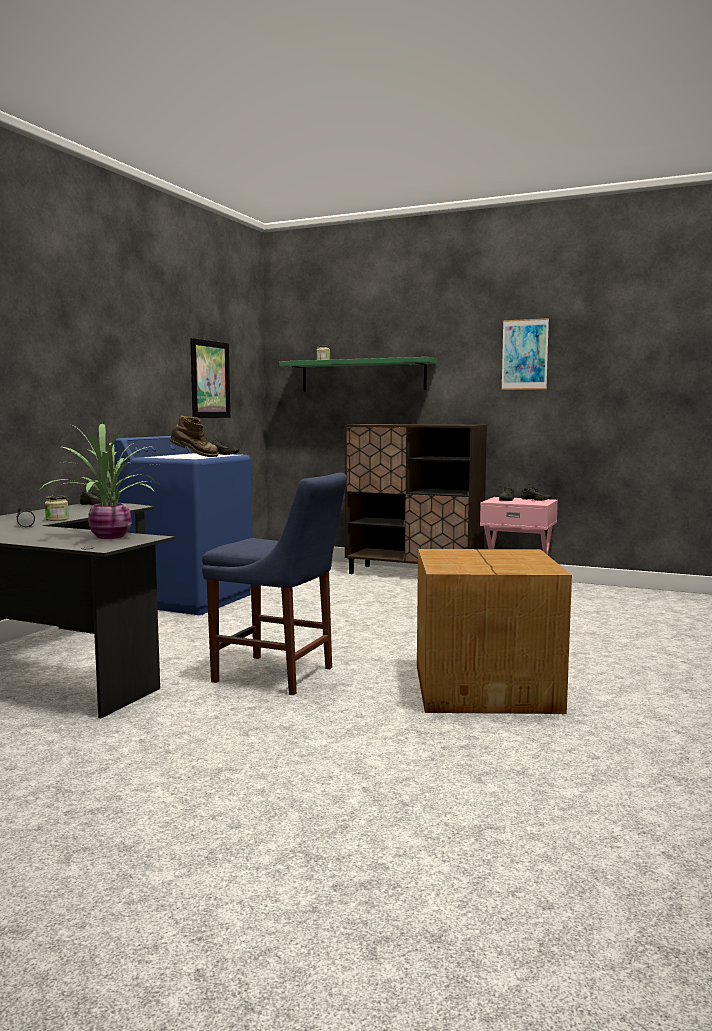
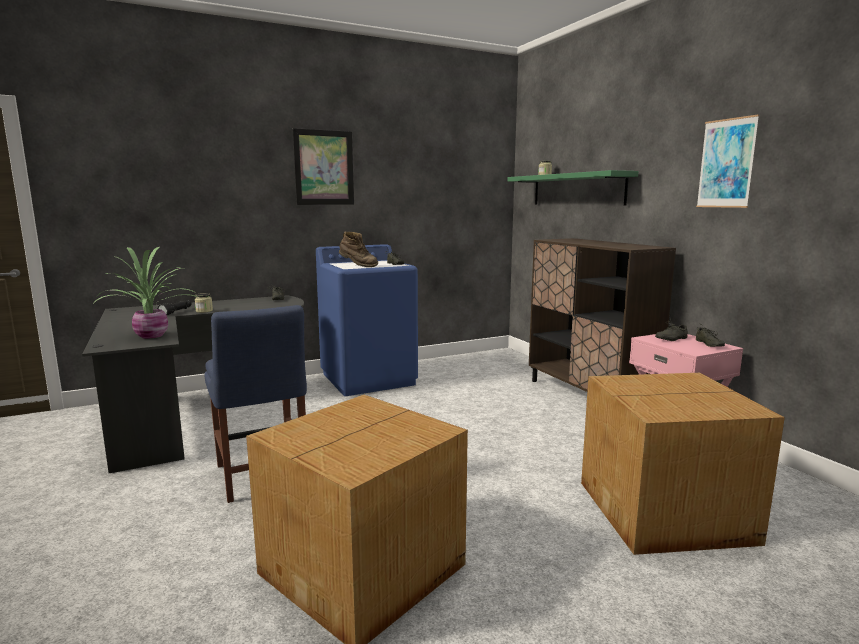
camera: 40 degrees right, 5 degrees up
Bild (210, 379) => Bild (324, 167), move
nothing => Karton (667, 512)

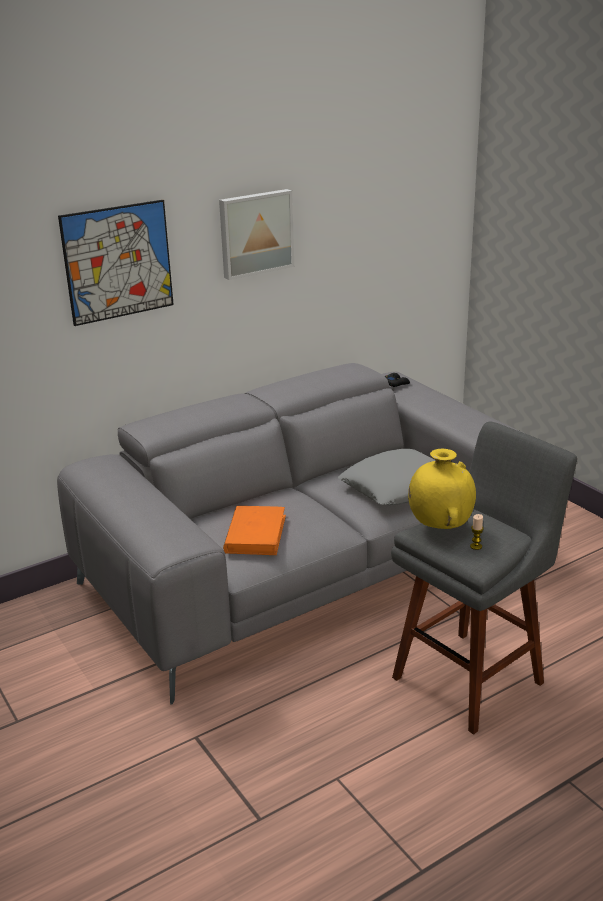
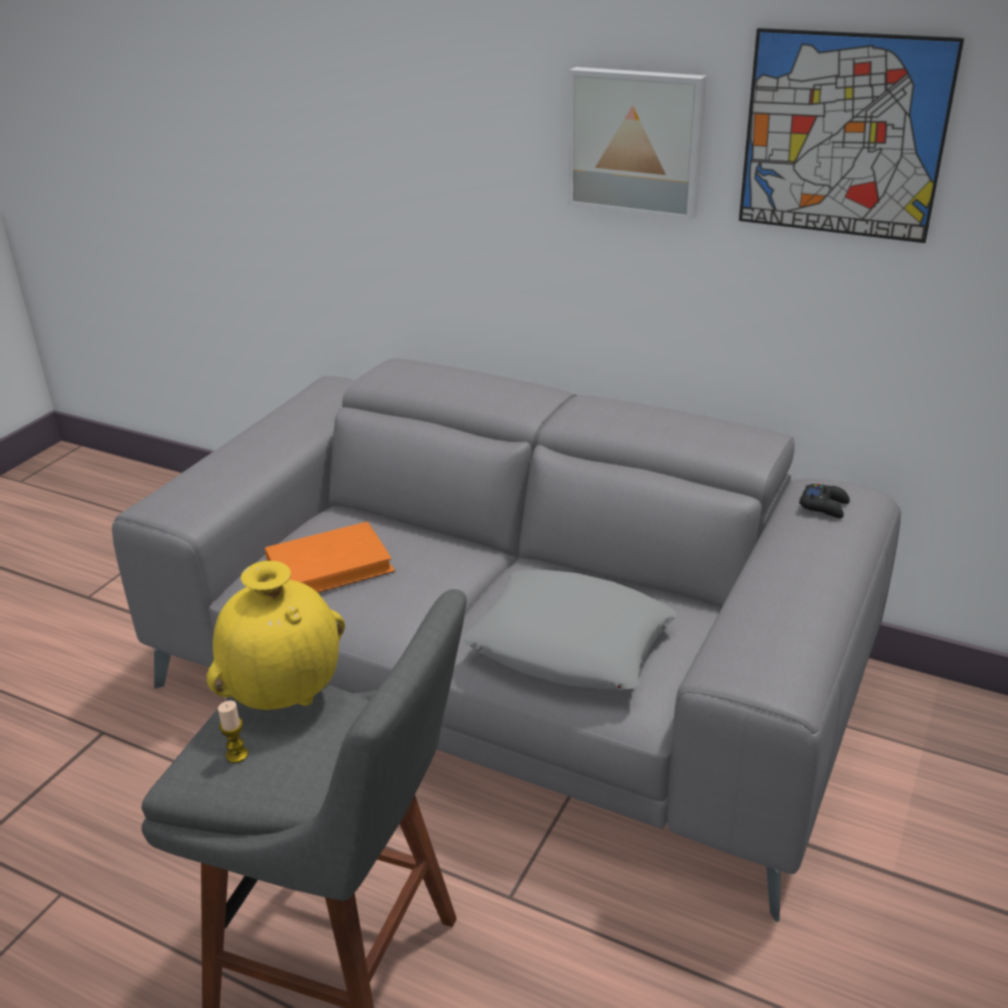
camera: 60 degrees right, 5 degrees up
Bild (118, 262) => Bild (843, 136), move

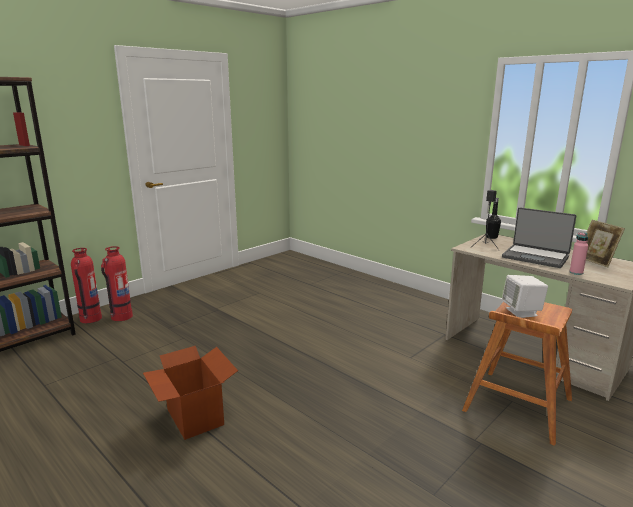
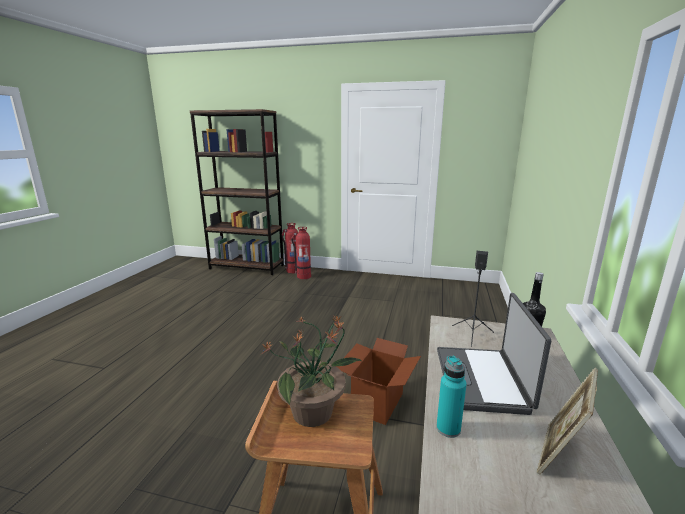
camera: 60 degrees right, 0 degrees up
Flasche/rosa (576, 272) => Flasche/türkis (448, 429)
Lautsprecher/weiß (522, 312) => Topfpflanze (314, 412)
Karton (194, 417) => Karton (376, 402), move

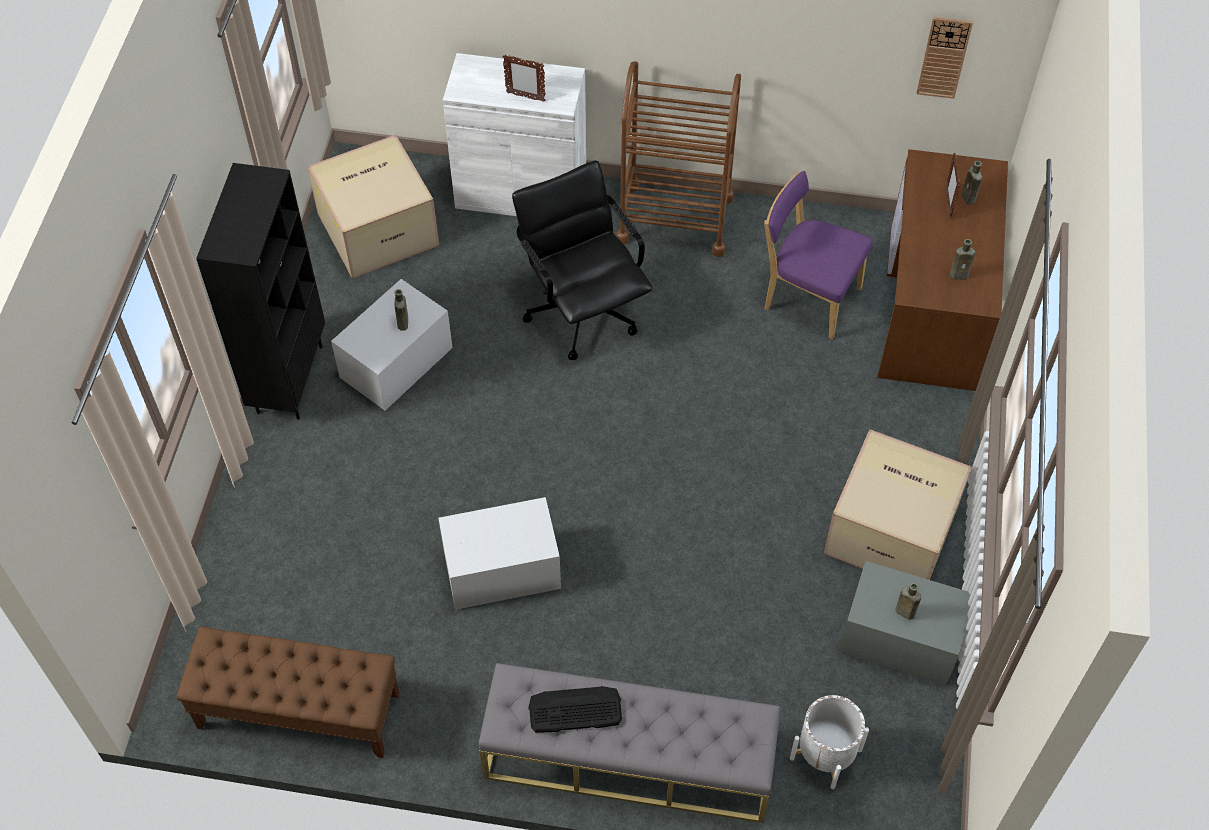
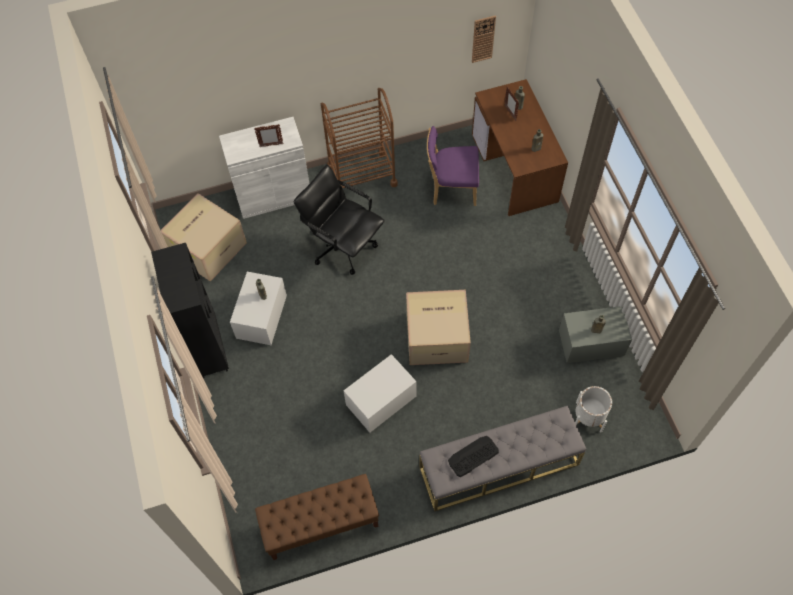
camera: 25 degrees left, 5 degrees up
Karton (893, 529) => Karton (437, 336), move

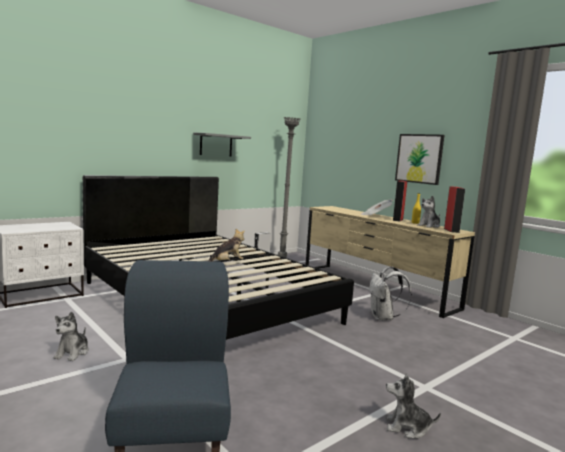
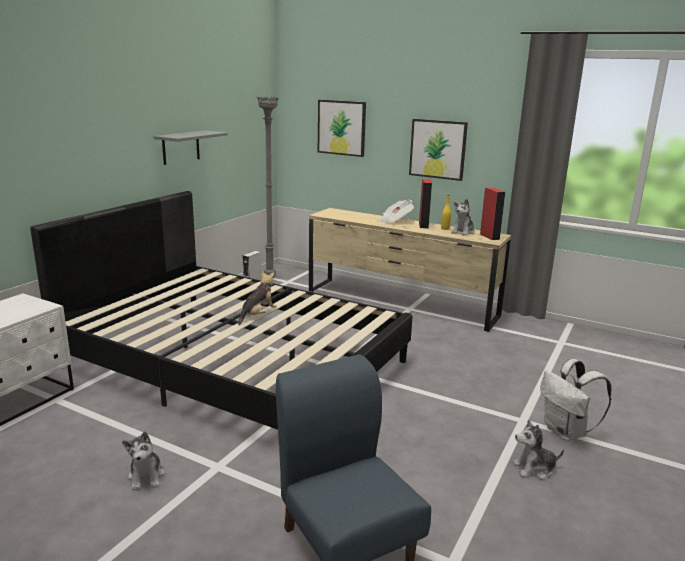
camera: 20 degrees left, 10 degrees up
Rucksack/weiß (383, 318) => Rucksack/weiß (566, 432), move
nothing => Bild (341, 127)

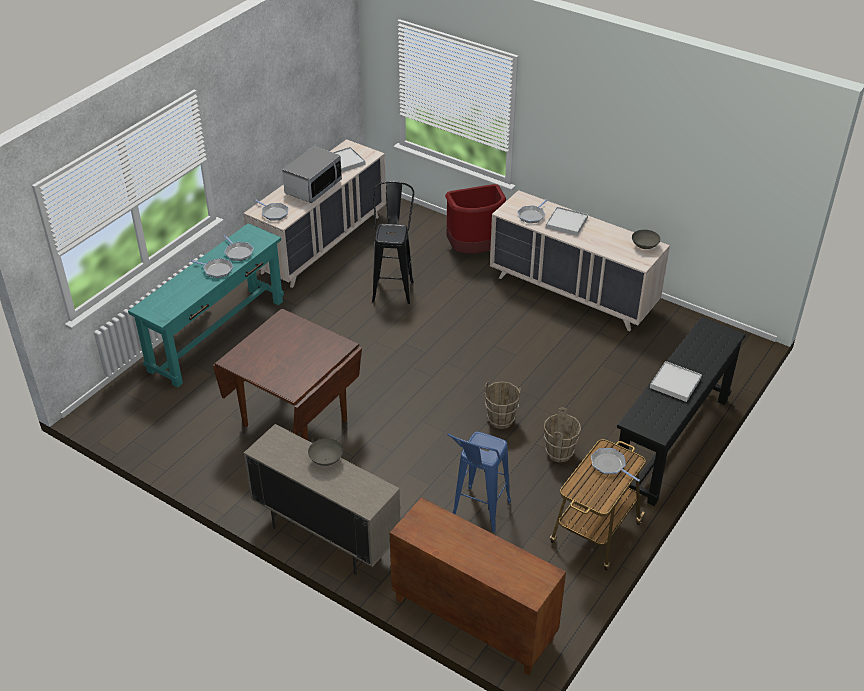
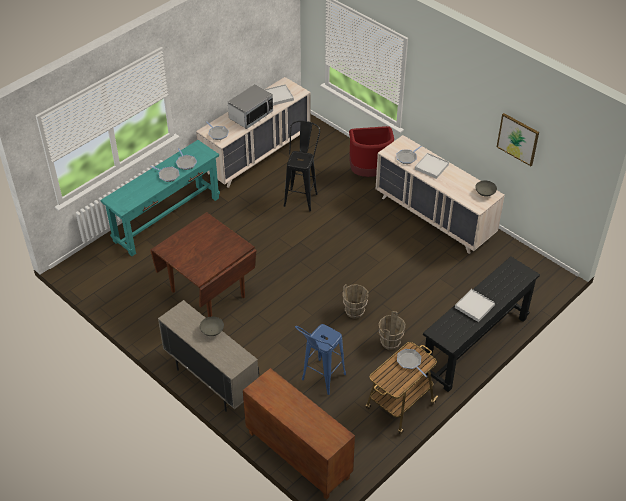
camera: 10 degrees right, 5 degrees up
nothing => Bild (518, 139)

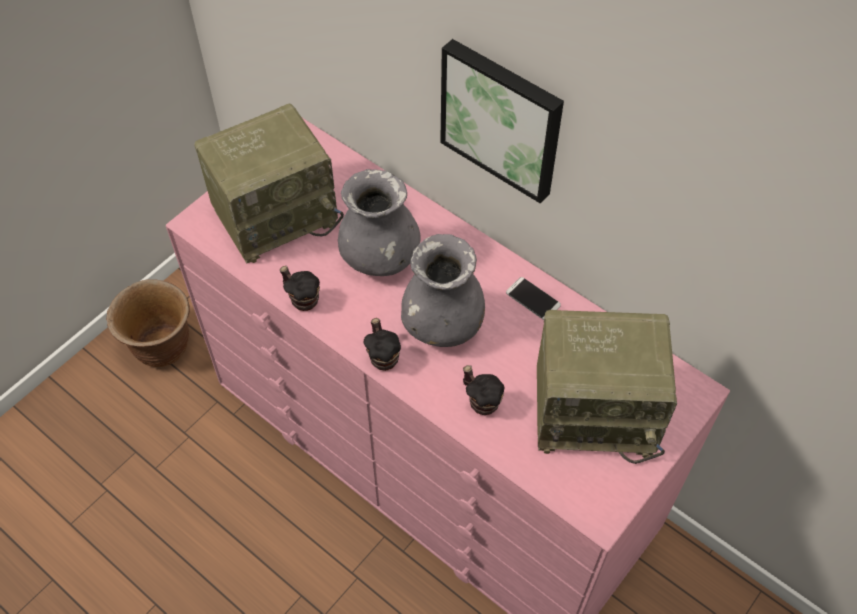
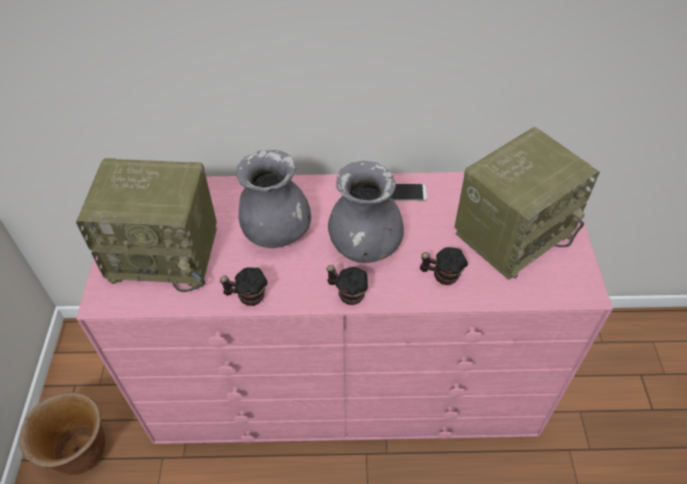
camera: 40 degrees left, 5 degrees down
Bild (502, 118) => nothing
Radio (276, 214) => Radio (166, 253), 75 degrees clockwise

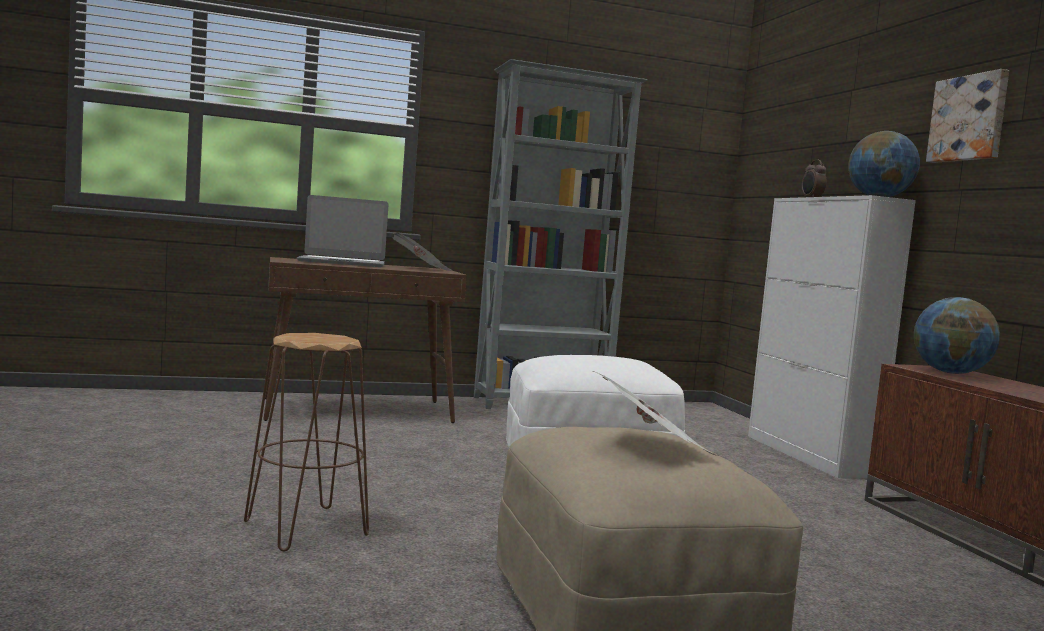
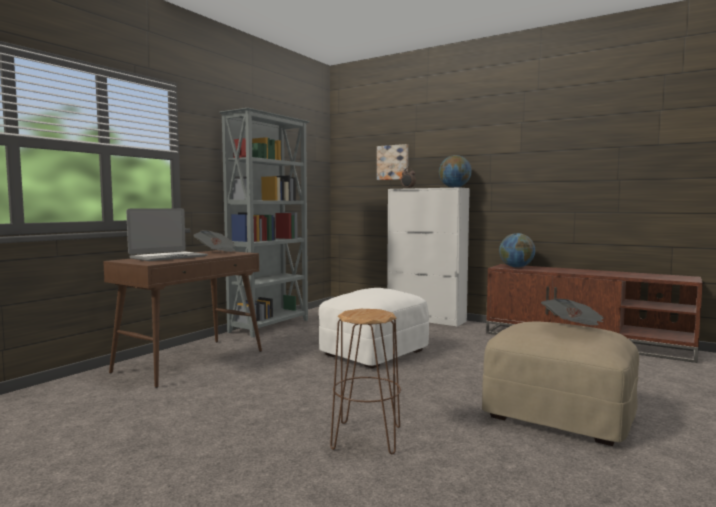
camera: 40 degrees left, 0 degrees up
Bild (969, 118) => Bild (393, 162), move

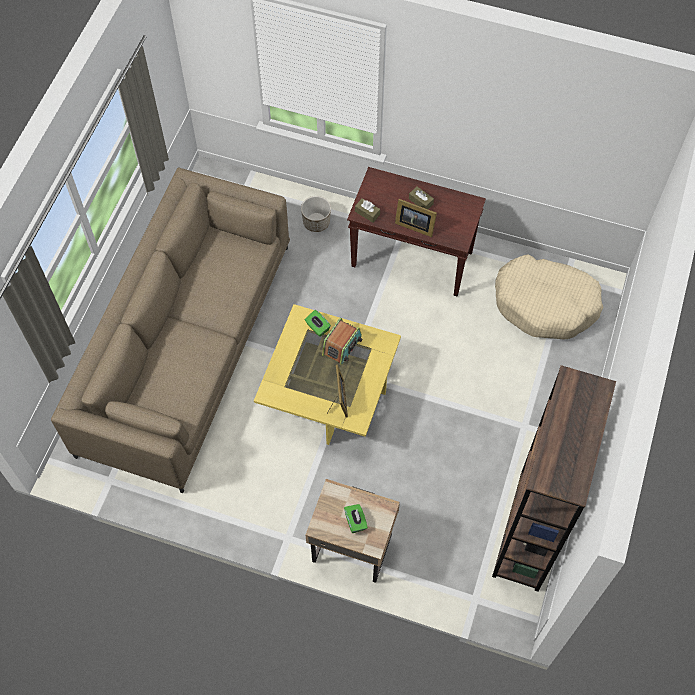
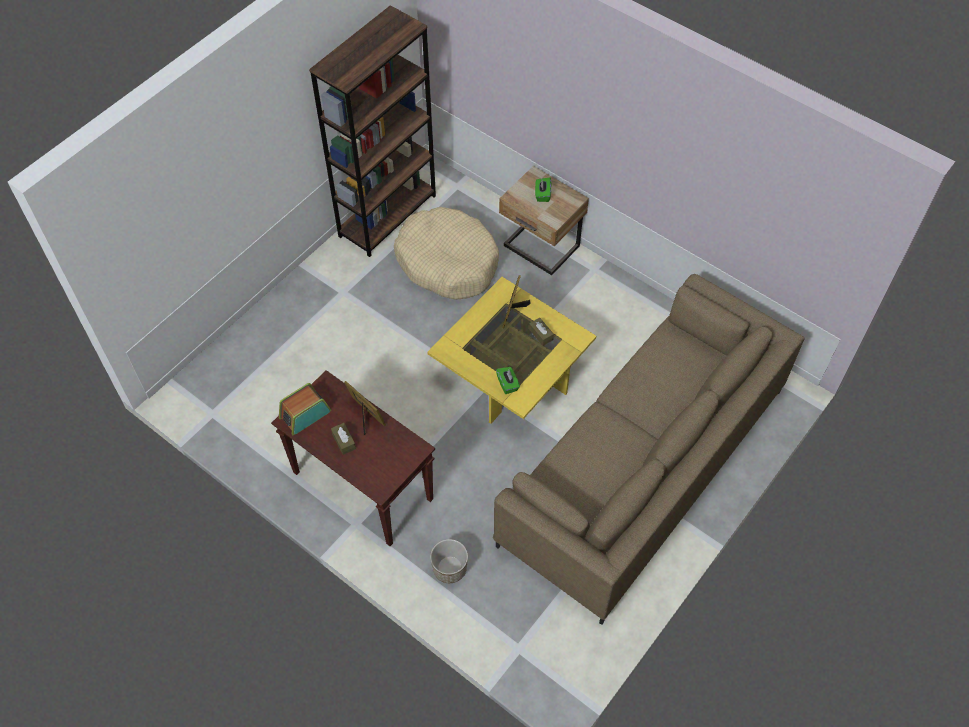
camera: 160 degrees left, 5 degrees down
Taschentuchbox/braun (367, 213) => Taschentuchbox/braun (541, 334), move
Hundebett/beige (545, 304) => Hundebett/beige (447, 262), move
Radio (342, 346) => Radio (305, 414), move

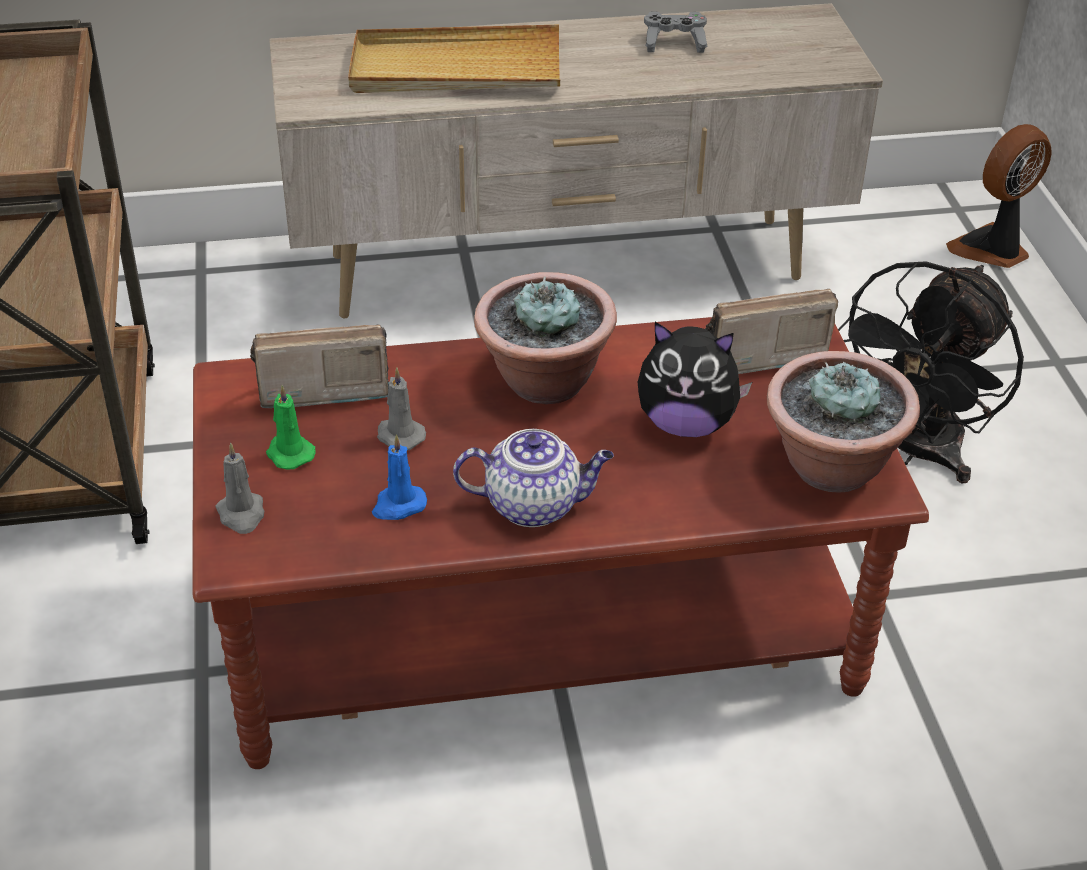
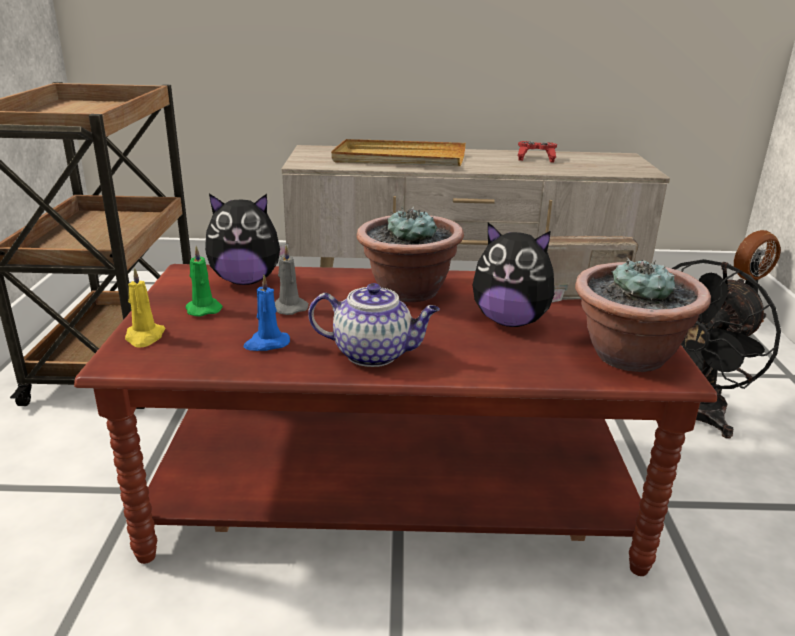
camera: 10 degrees right, 15 degrees down
Gamepad/grau (674, 43) => Gamepad/rot (536, 159)
Radio (320, 388) => Plüschtier (246, 280)
Kerze/grau (241, 515) => Kerze/gelb (144, 337)

